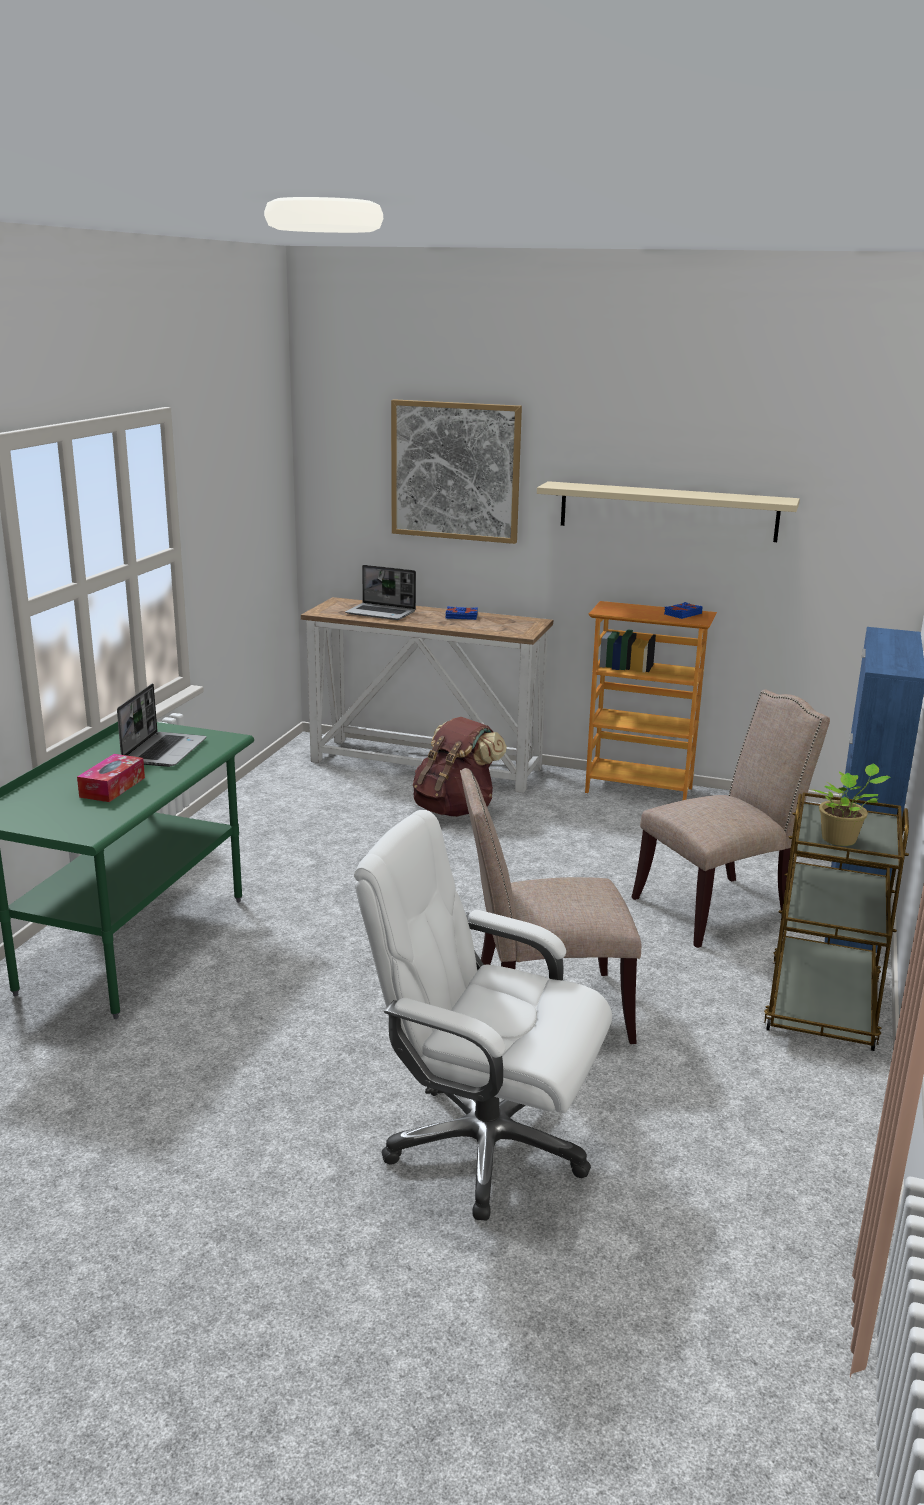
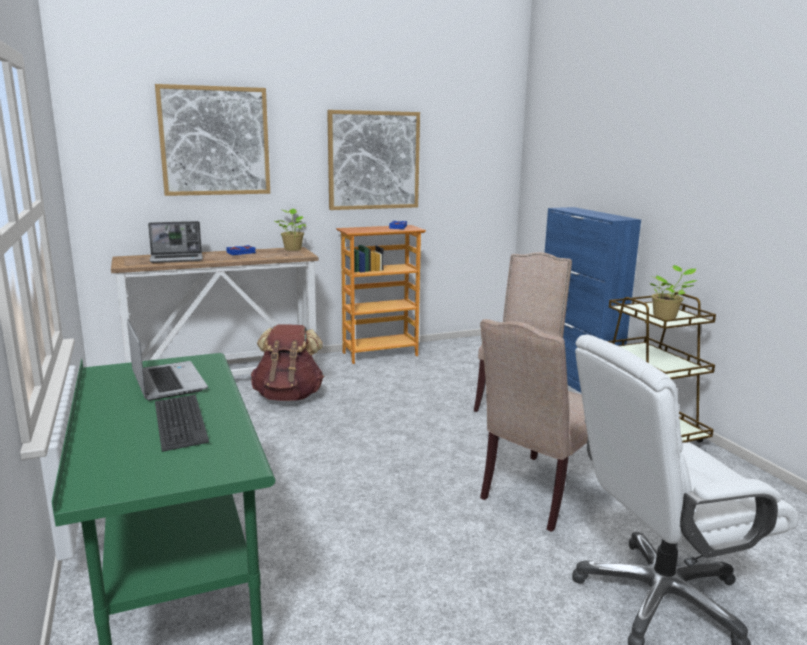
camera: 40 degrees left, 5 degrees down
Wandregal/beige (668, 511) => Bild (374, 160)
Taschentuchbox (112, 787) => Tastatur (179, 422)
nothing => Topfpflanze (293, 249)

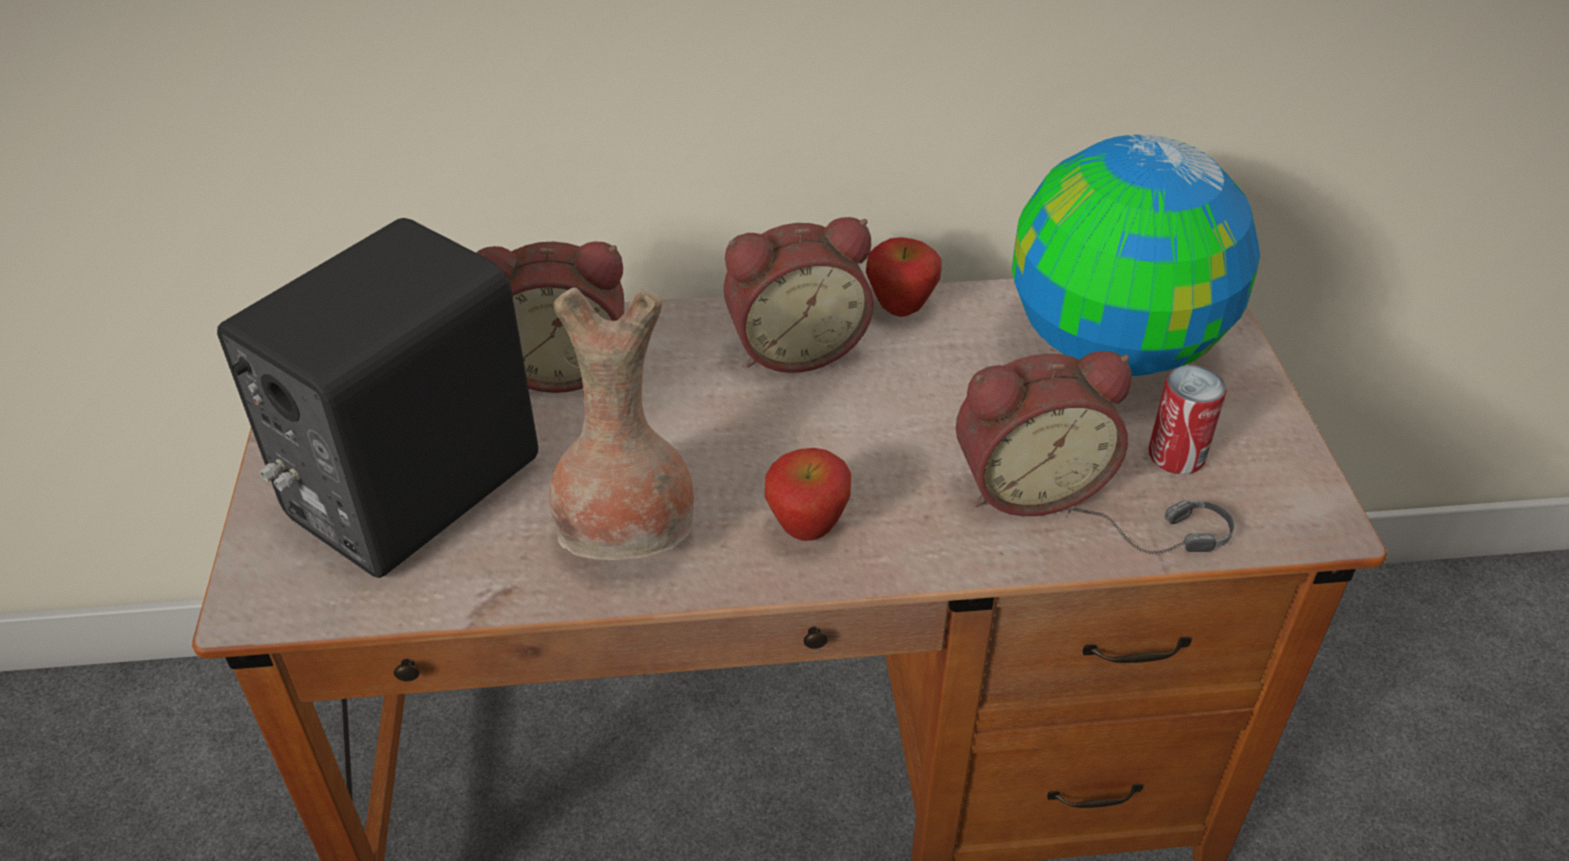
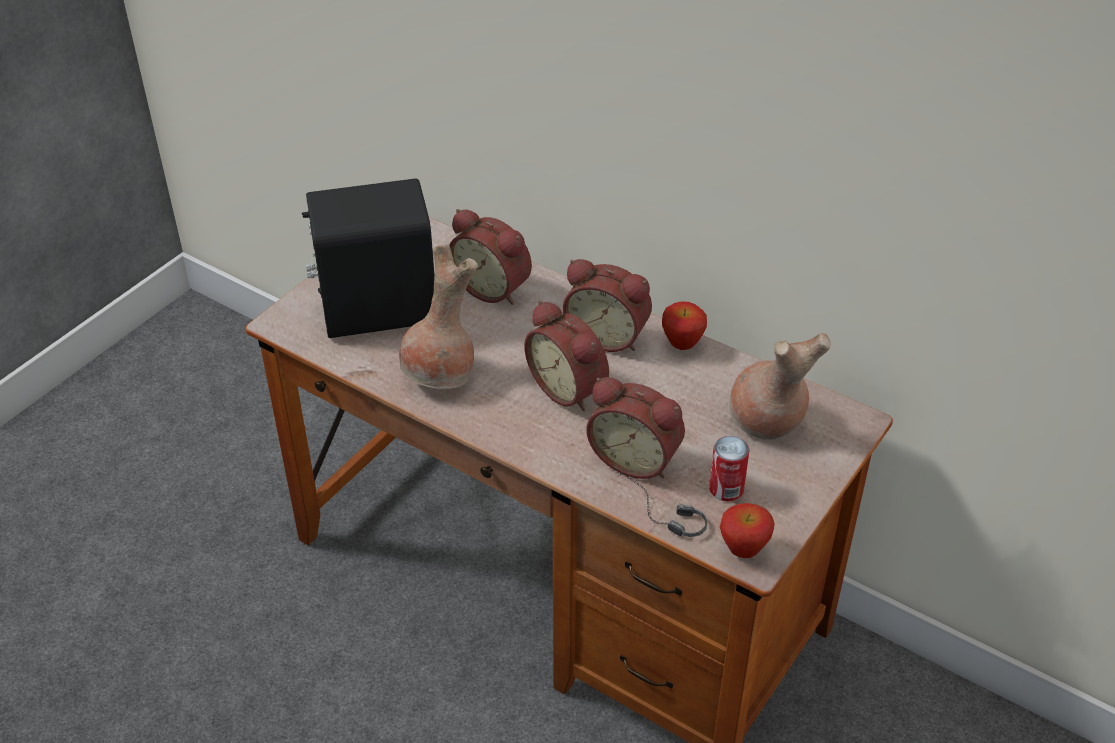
camera: 40 degrees right, 0 degrees up
Globus (1114, 349) => Vase/braun (766, 424)
Apfel (807, 529) => Apfel (743, 550), move
nothing => Wecker (570, 388)

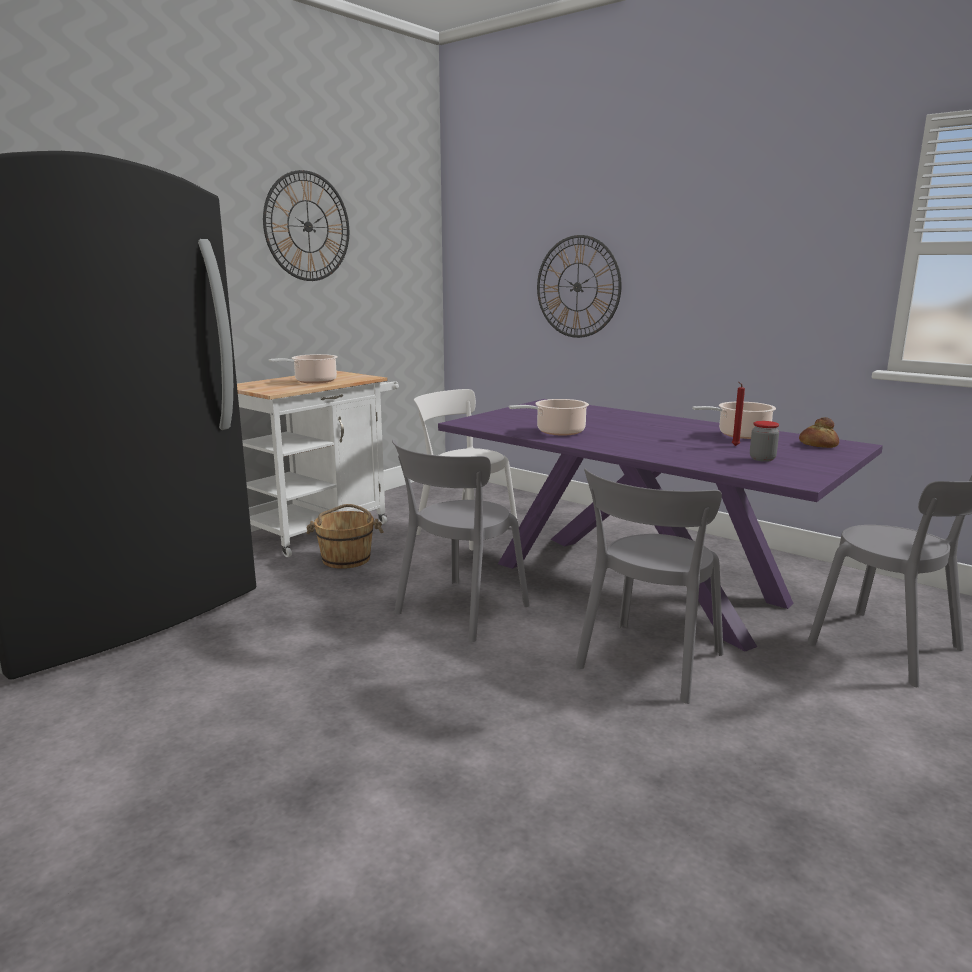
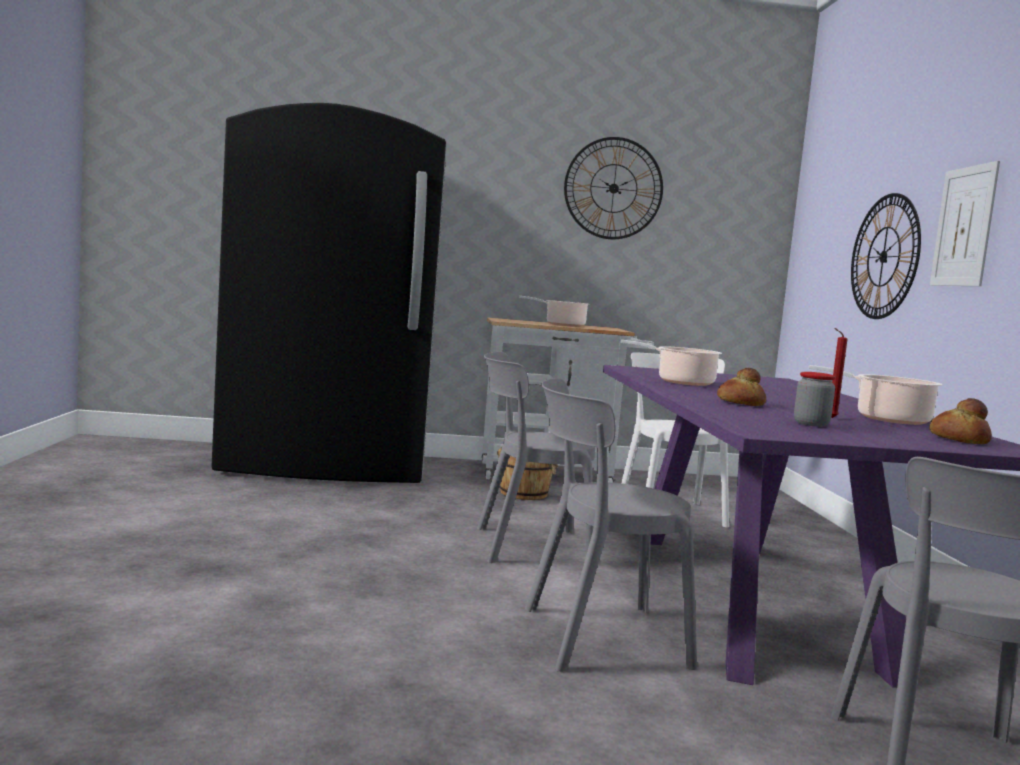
camera: 45 degrees right, 10 degrees down
nothing => Bild (964, 226)
nothing => Brot (740, 403)

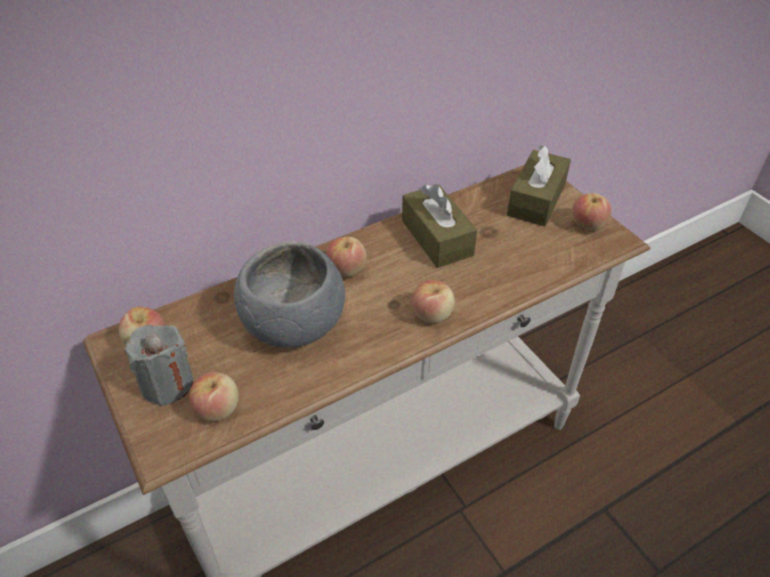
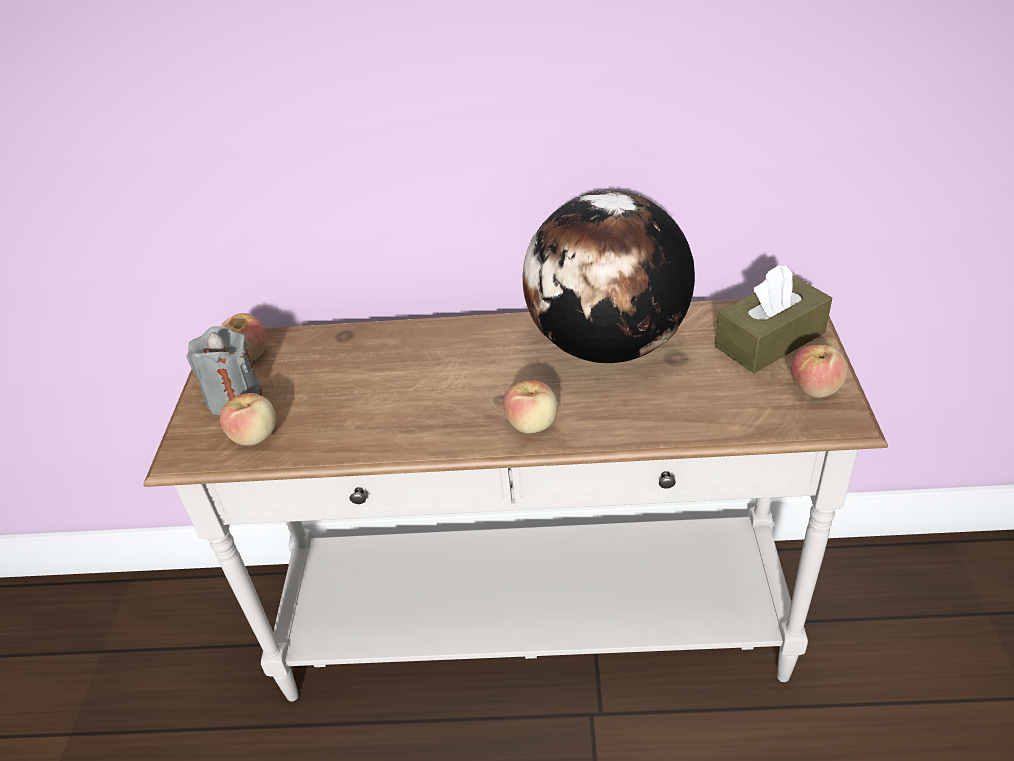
camera: 35 degrees right, 5 degrees down
Taschentuchbox/braun (437, 238) => Globus (608, 346)
Apfel (347, 269) => nothing
Schüssel/grau (294, 323) => nothing

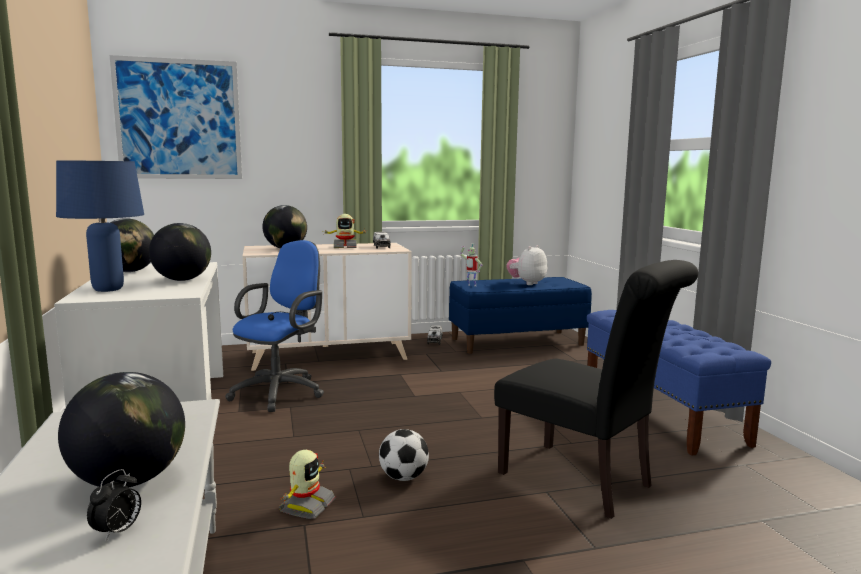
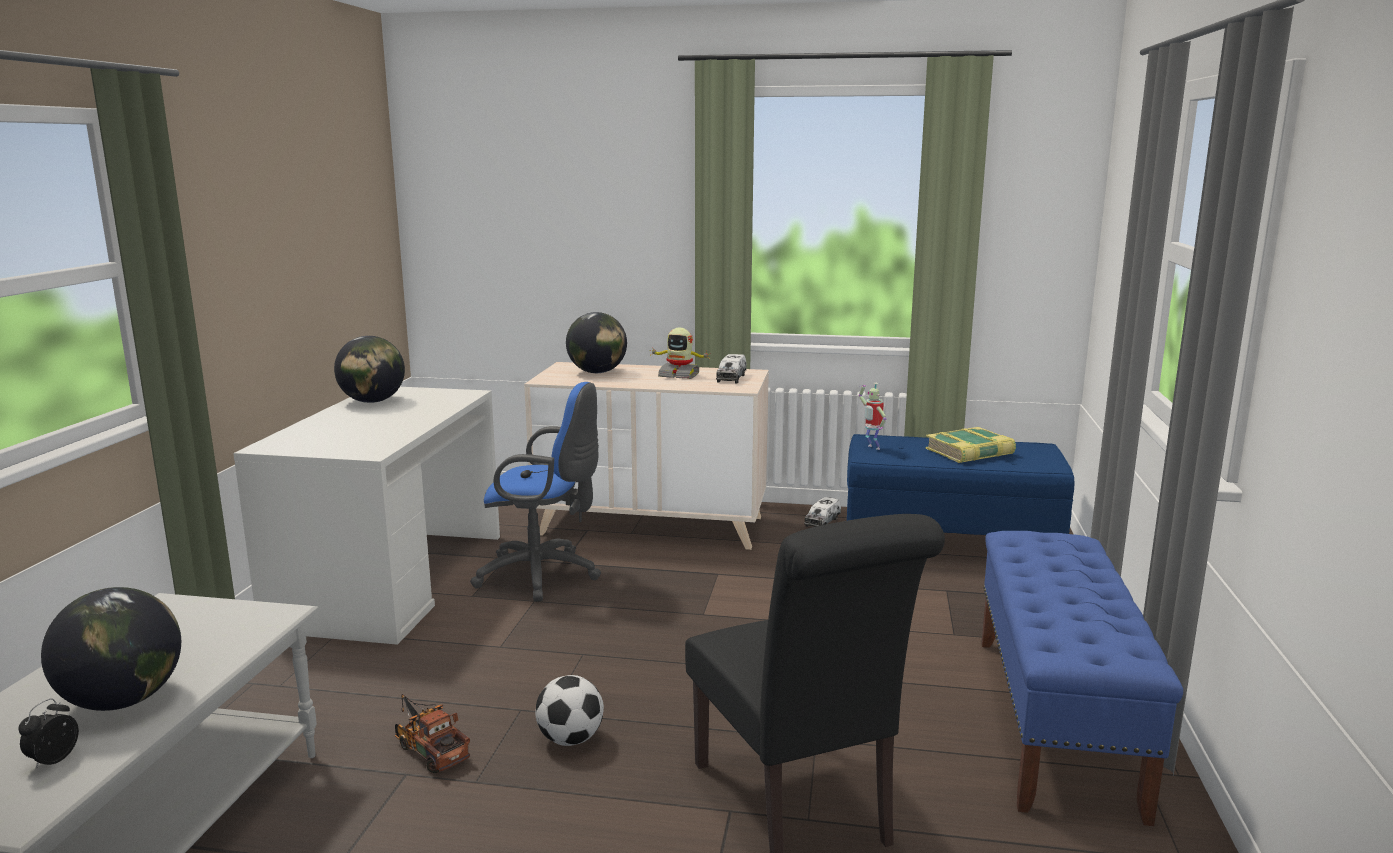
camera: 25 degrees right, 5 degrees up
Bild (178, 119) => nothing
Tischlampe/blau (108, 289) => nothing
Globus (182, 280) => nothing
Bürostuhl/blau (281, 392) => Bürostuhl/blau (544, 575), 45 degrees clockwise
Plüschtier (527, 283) => Buch (970, 452)
Spielzeugroboter (306, 506) => Spielzeuglaster (429, 749)
Wecker (117, 532) => Wecker (53, 760), 150 degrees clockwise

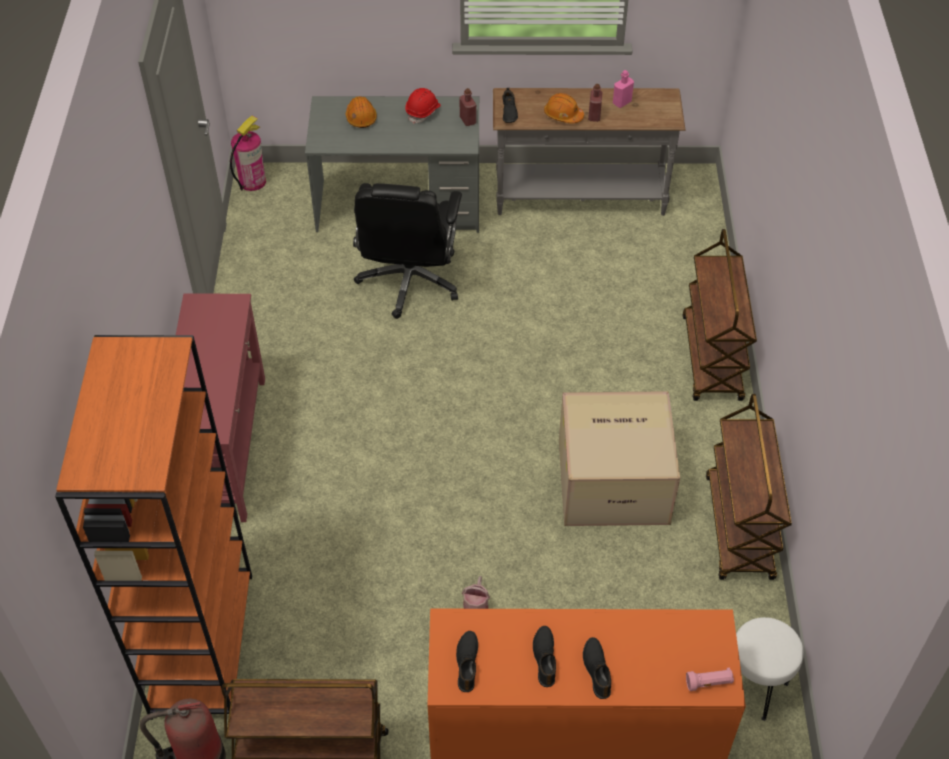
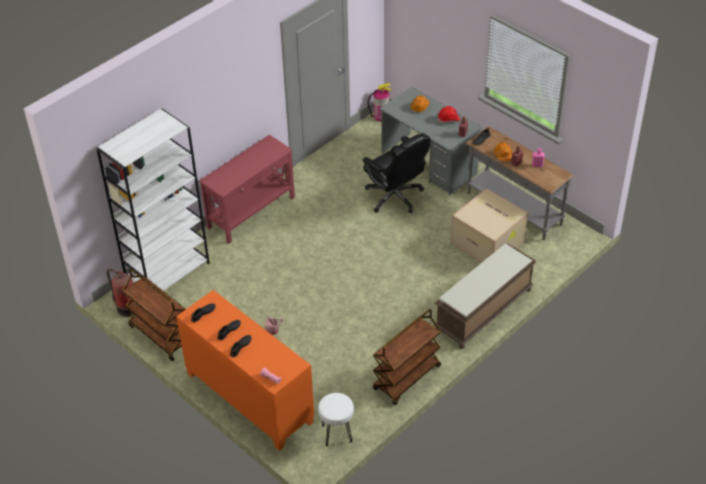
camera: 45 degrees right, 5 degrees down
Bürostuhl/schwarz (409, 281) => Bürostuhl/schwarz (395, 197), 90 degrees counterclockwise
Rollwagen/braun (712, 359) => Bank/braun (483, 311)
Bücherregal/orange (202, 643) => Bücherregal/weiß (168, 273)
Karton (615, 480) => Karton (489, 242), move

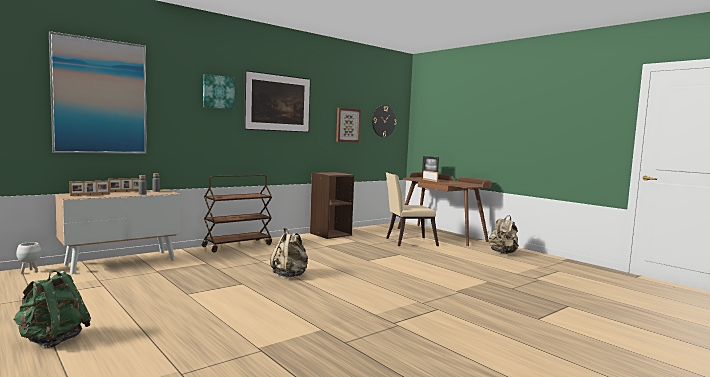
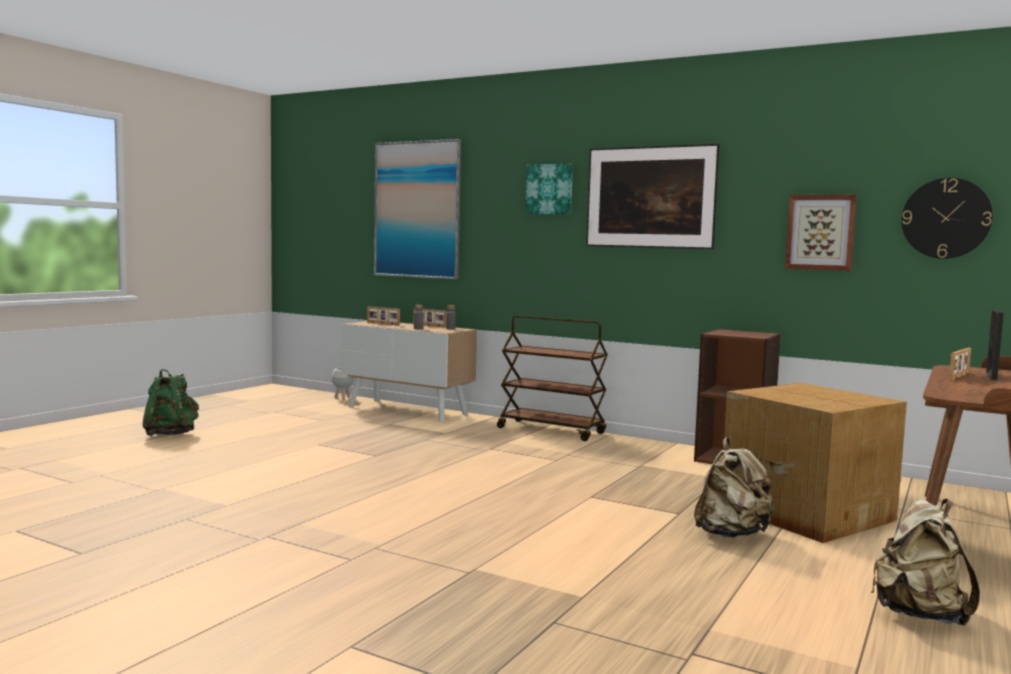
camera: 70 degrees right, 0 degrees up
Stuhl/beige (407, 242) => Karton (806, 512)
Rucksack/beige (290, 275) => Rucksack/beige (731, 534), move

